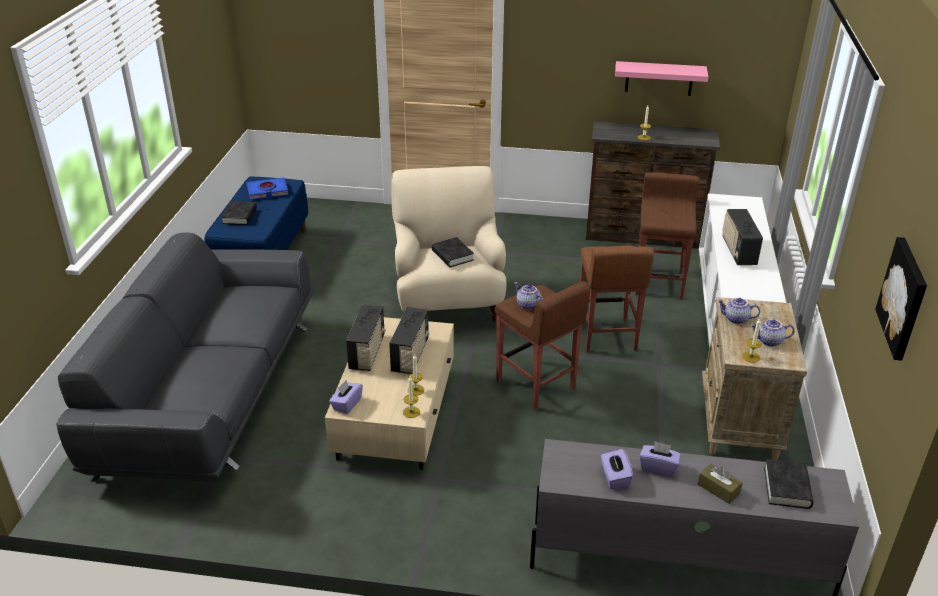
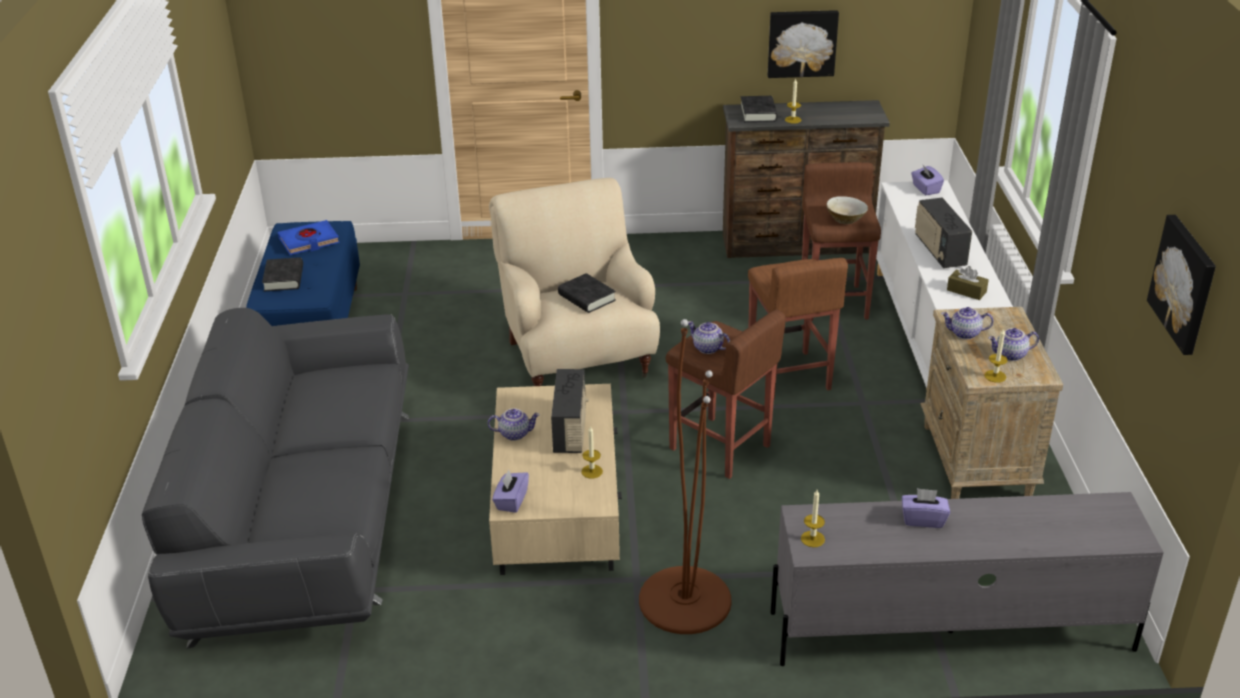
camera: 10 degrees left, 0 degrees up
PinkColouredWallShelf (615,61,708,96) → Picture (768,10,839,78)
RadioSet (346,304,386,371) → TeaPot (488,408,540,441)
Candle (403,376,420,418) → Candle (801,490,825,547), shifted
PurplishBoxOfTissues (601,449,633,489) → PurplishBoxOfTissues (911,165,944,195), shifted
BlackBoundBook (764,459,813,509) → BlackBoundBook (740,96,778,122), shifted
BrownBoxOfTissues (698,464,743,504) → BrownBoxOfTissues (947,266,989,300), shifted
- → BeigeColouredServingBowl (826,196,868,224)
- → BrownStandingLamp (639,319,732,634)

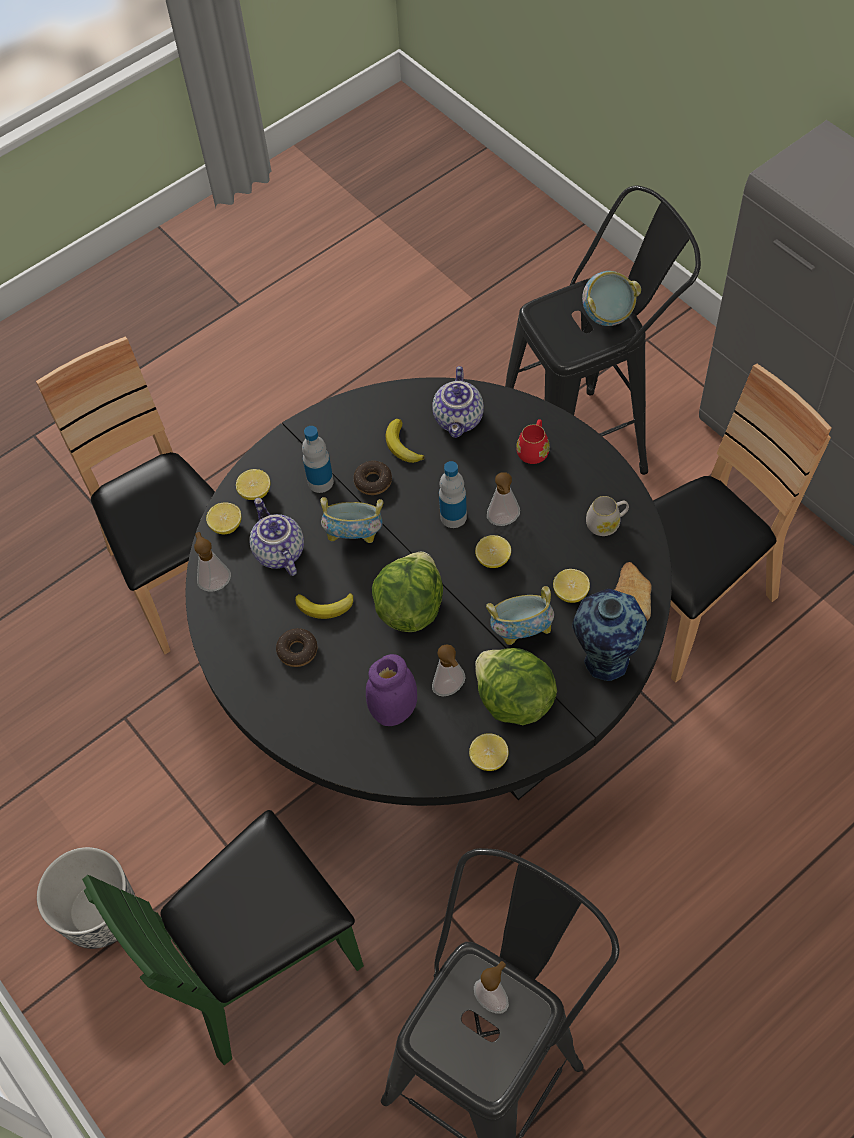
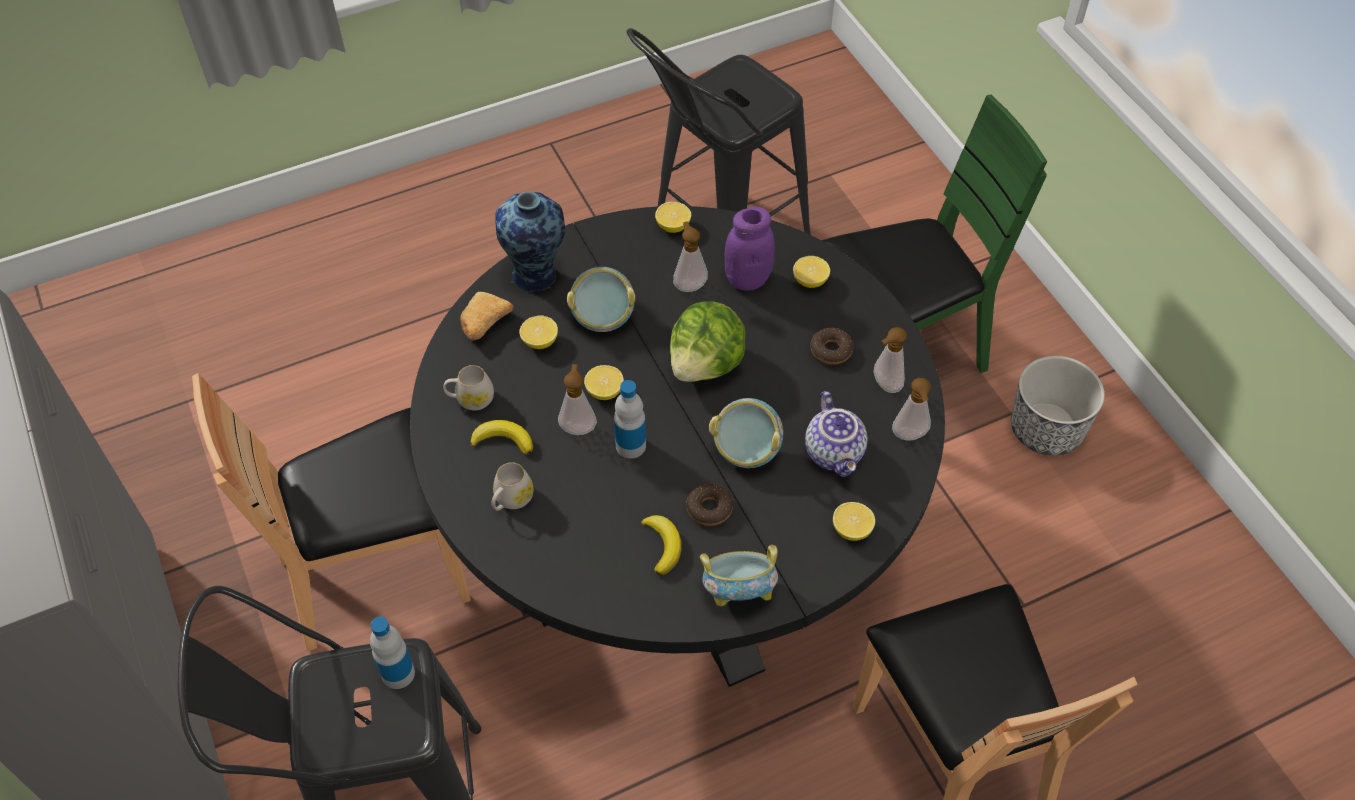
camera: 170 degrees left, 5 degrees down
ServingBowl (582,271,641,326) → ServingBowl (700,545,778,606), shifted
TeaPot (432,366,484,438) → -
RedCoffeeMug (516,419,550,464) → WhitishCoffeeMug (492,462,533,511)
BeverageBottle (302,426,334,493) → BeverageBottle (370,616,415,689), shifted
WholeLemon (206,502,241,535) → WholeLemon (793,256,830,288), shifted
WholeBanana (295,593,353,619) → WholeBanana (470,420,533,455), shifted
LettuceHead (475,648,557,725) → -
SoapBottle (474,961,509,1014) → SoapBottle (874,327,907,393), shifted

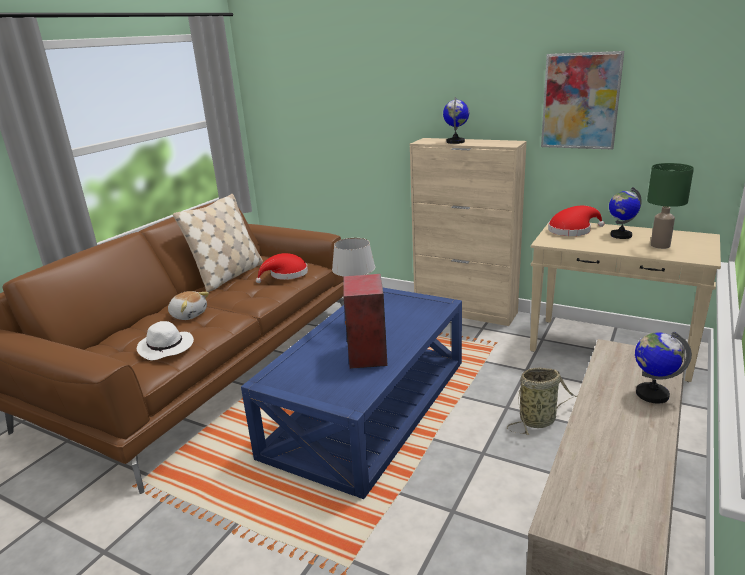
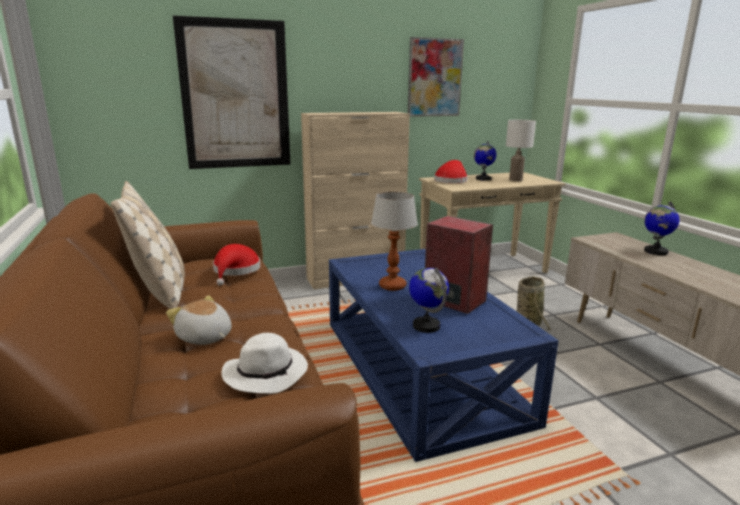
camera: 50 degrees left, 5 degrees down
Globe (443,97,469,144) → Globe (409,267,449,333), shifted
GreenLampForATable (647,163,694,249) → WhitishLampForATable (506,120,536,181)
PlushToy (168,291,209,320) → PlushToy (166,296,232,345), 120 degrees counterclockwise
- → Picture (173,15,290,169)

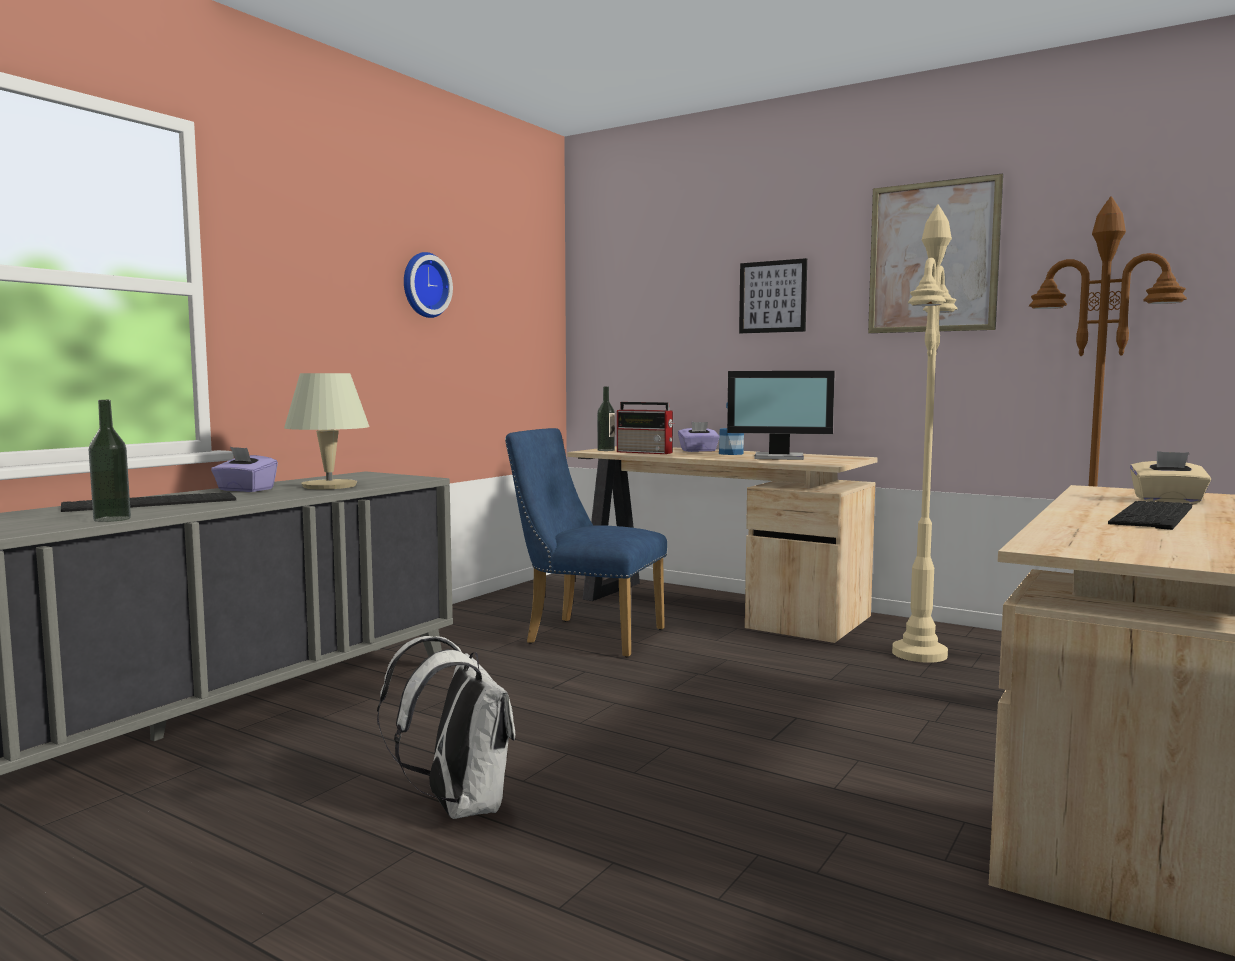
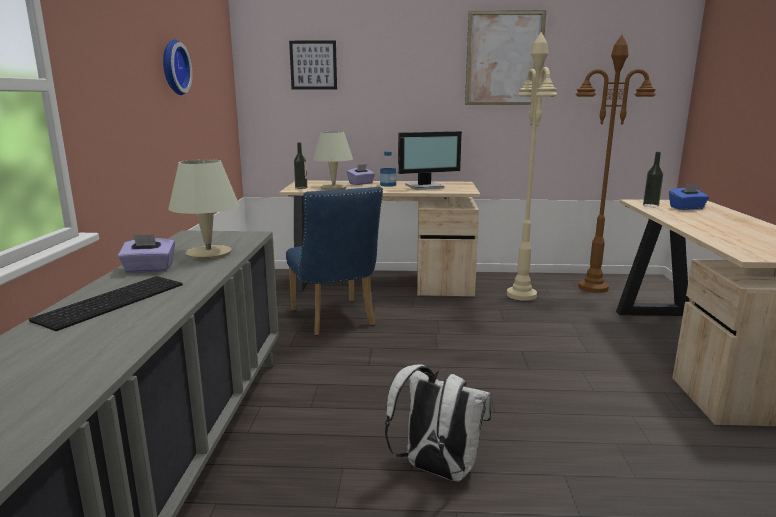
camera: 30 degrees left, 10 degrees up
Picture (739,258,807,333) → Picture (289,40,337,90), shifted
BeverageBottle (89,400,131,522) → BeverageBottle (643,152,663,207), shifted
RadioSet (617,402,674,454) → BeigeColouredLampForATable (313,131,353,190)
BluishUprightChair (505,428,667,657) → BluishUprightChair (286,187,383,336), 105 degrees counterclockwise
BeigeColouredBoxOfTissues (1130,451,1211,503) → BluishBoxOfTissues (669,184,709,210)
PcKeyboard (1108,501,1192,530) → -

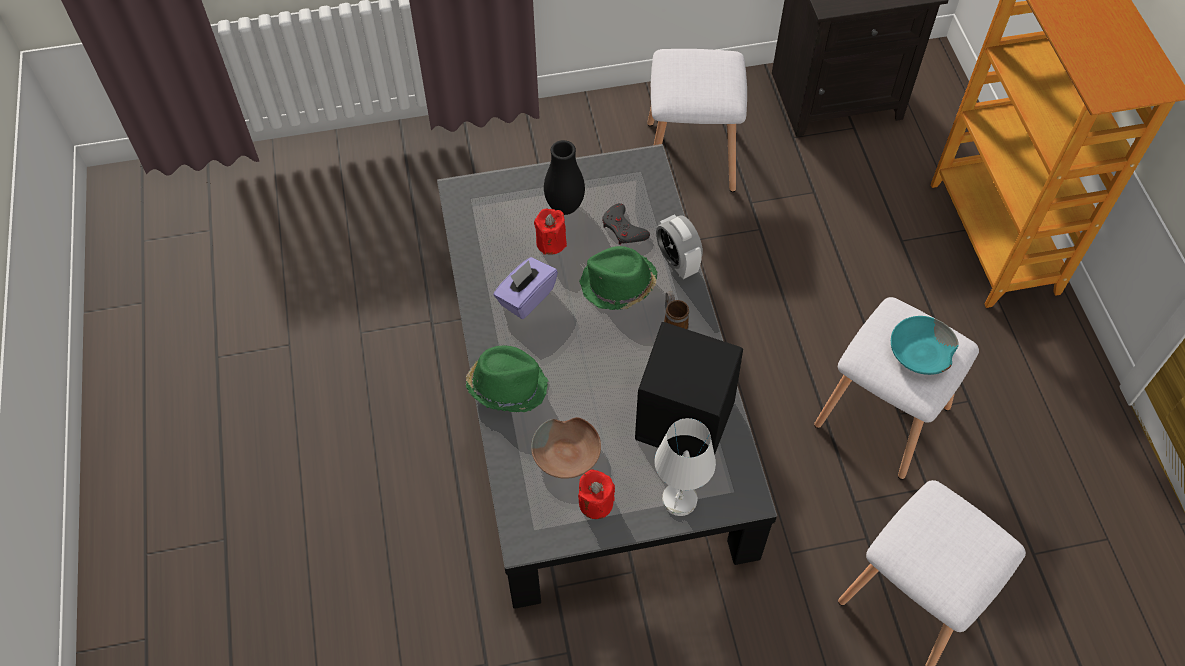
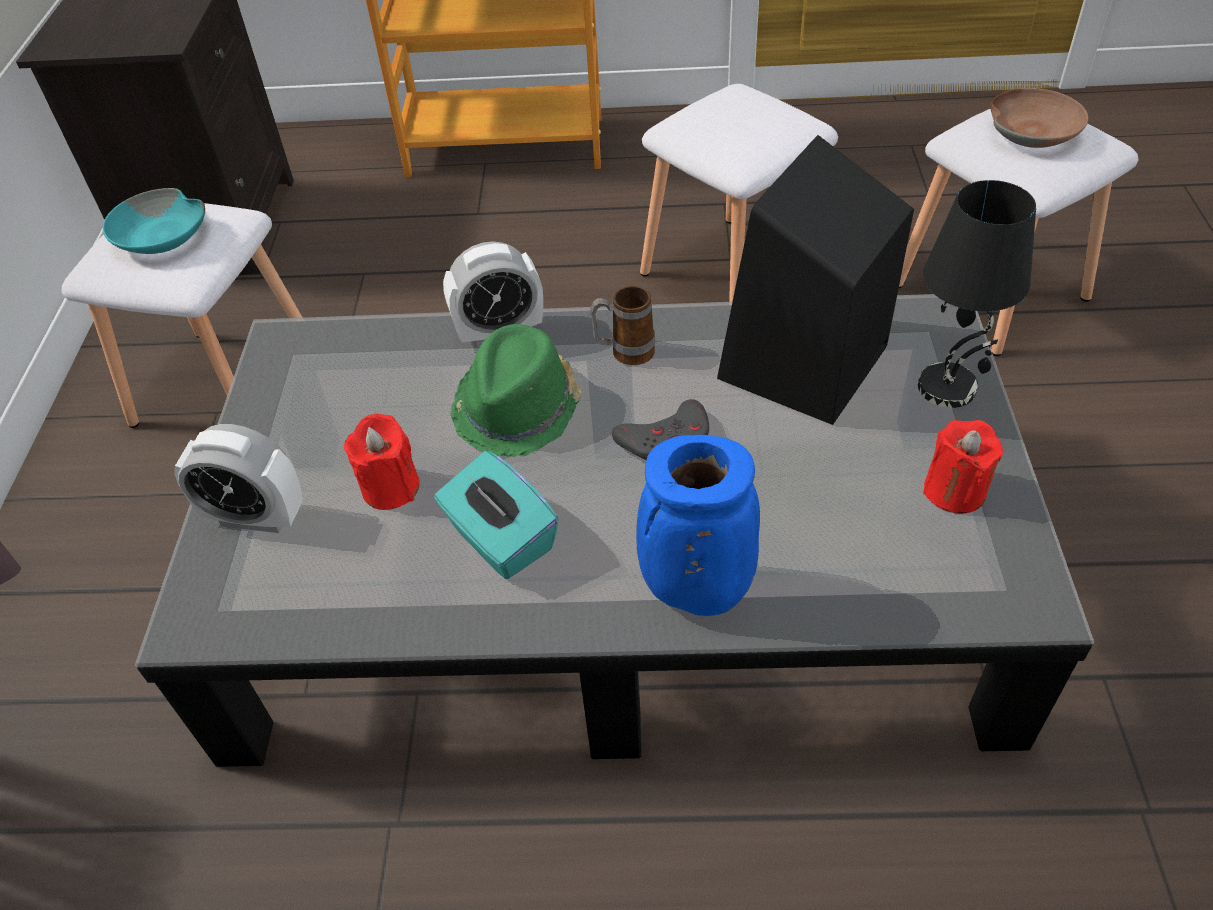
camera: 75 degrees left, 10 degrees down
BlackFlowerVase (544,140,585,215) → -
GreyishGamepad (602,203,650,245) → GreyishGamepad (612,399,709,460), shifted
PurplishBoxOfTissues (493,257,558,319) → TurquoiseColouredBoxOfTissues (434,451,559,579)
TurquoiseColouredServingBowl (891,316,959,375) → TurquoiseColouredServingBowl (103,188,205,254), shifted
GreenClothingHat (466,346,548,412) → BluishFlowerVase (636,435,760,616)
BrownServingBowl (531,417,601,479) → BrownServingBowl (990,88,1088,148), shifted
WhitishLampForATable (655,418,716,516) → BlackLampForATable (918,180,1036,408)
- → BedsideClock (174,424,303,533)

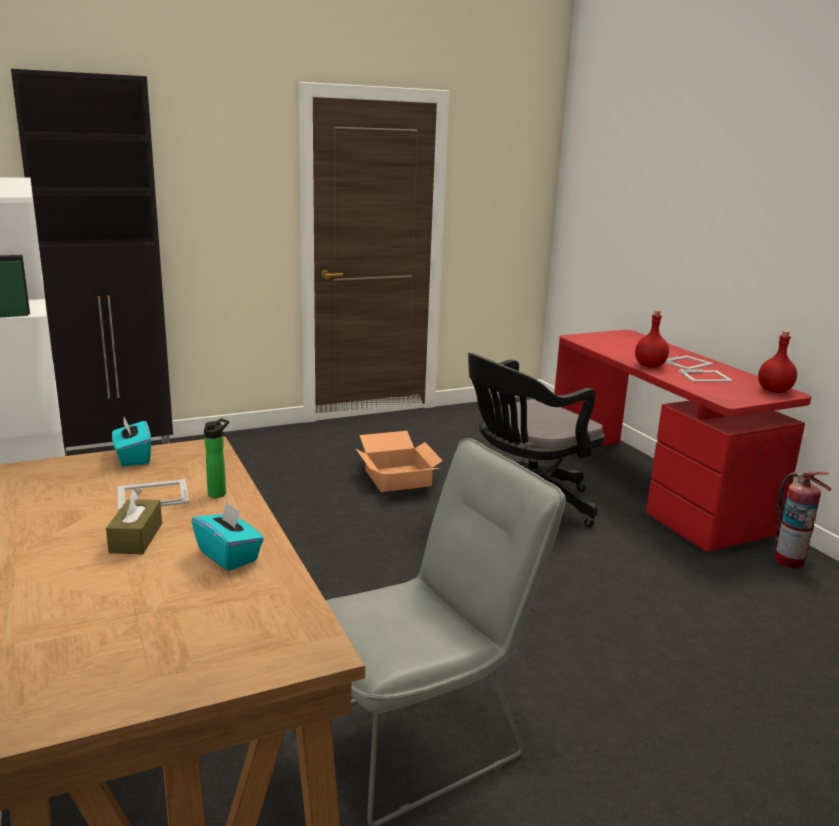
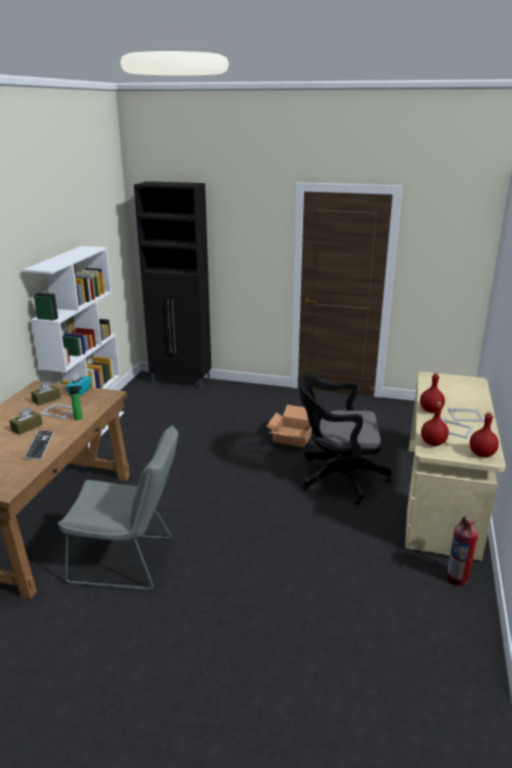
camera: 40 degrees right, 5 degrees up
RedDeskUnit (554,330,811,552) → BeigeColouredDeskUnit (405,372,506,561)
TurquoiseColouredBoxOfTissues (192,501,264,571) → PcKeyboard (24,430,54,460)
- → BrownBoxOfTissues (31,381,61,406)
- → RedBeverageBottle (421,402,449,446)

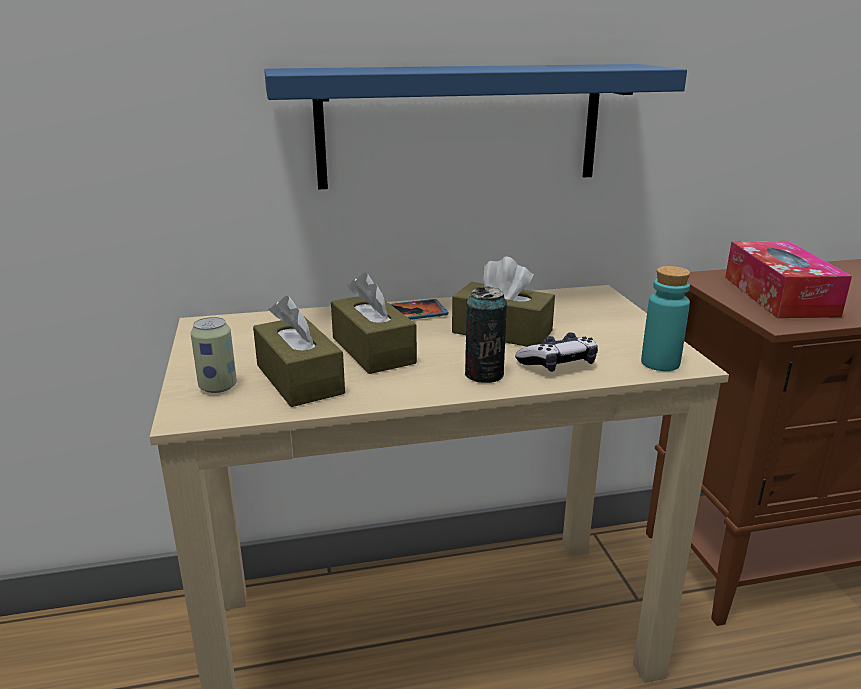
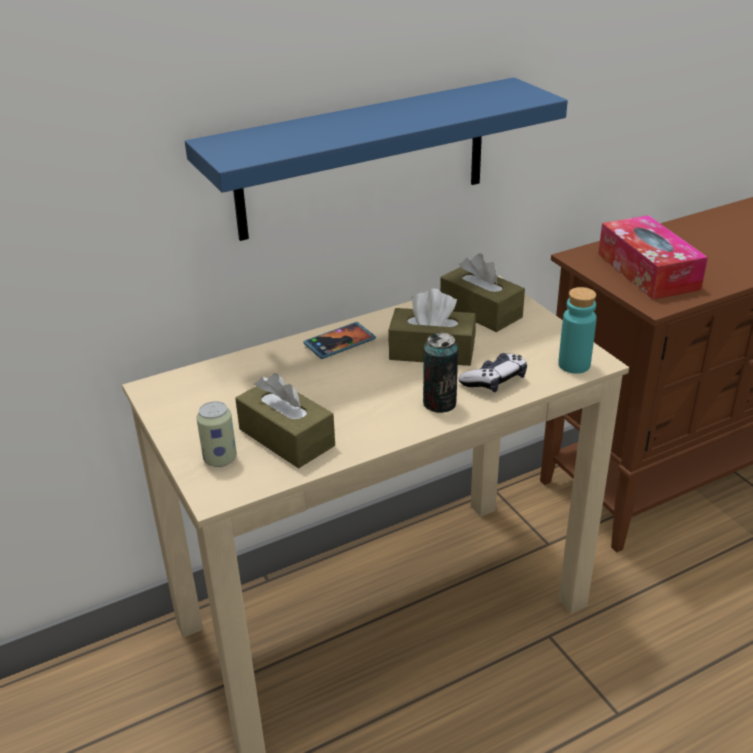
camera: 15 degrees left, 10 degrees up
BrownBoxOfTissues (331,273,417,374) → BrownBoxOfTissues (440,254,525,332), shifted

